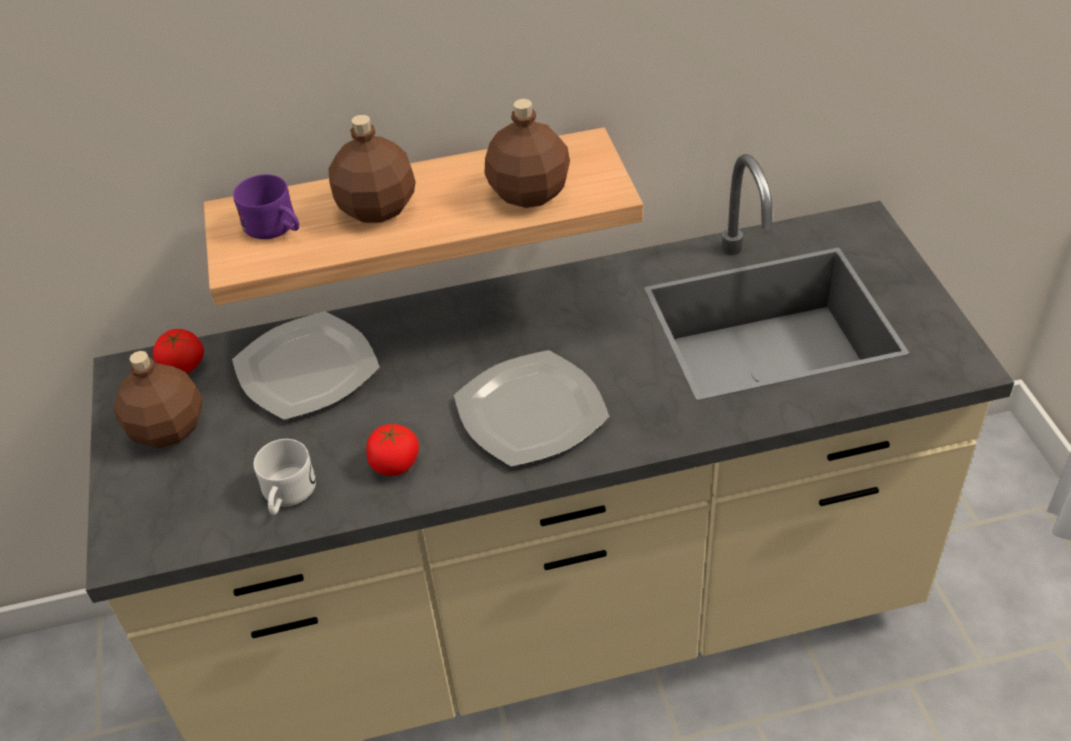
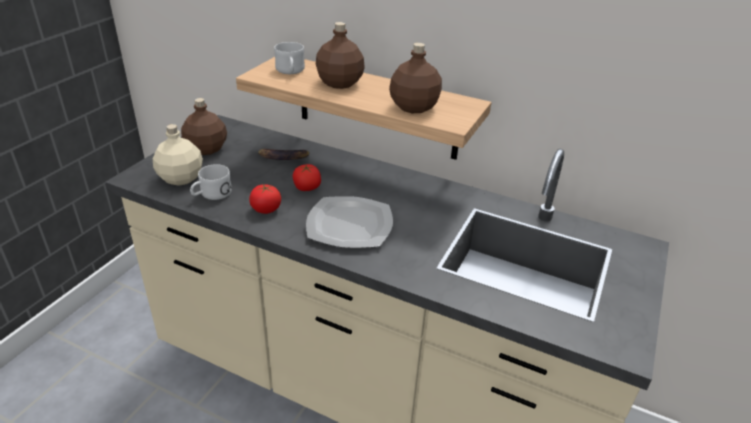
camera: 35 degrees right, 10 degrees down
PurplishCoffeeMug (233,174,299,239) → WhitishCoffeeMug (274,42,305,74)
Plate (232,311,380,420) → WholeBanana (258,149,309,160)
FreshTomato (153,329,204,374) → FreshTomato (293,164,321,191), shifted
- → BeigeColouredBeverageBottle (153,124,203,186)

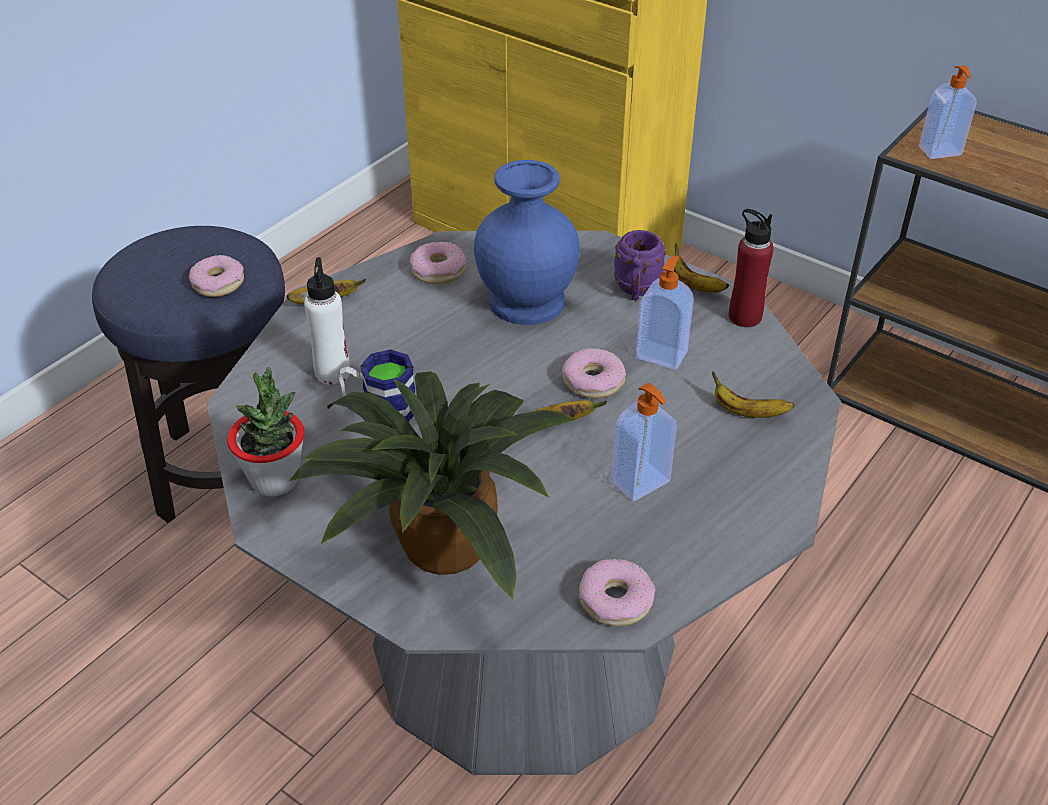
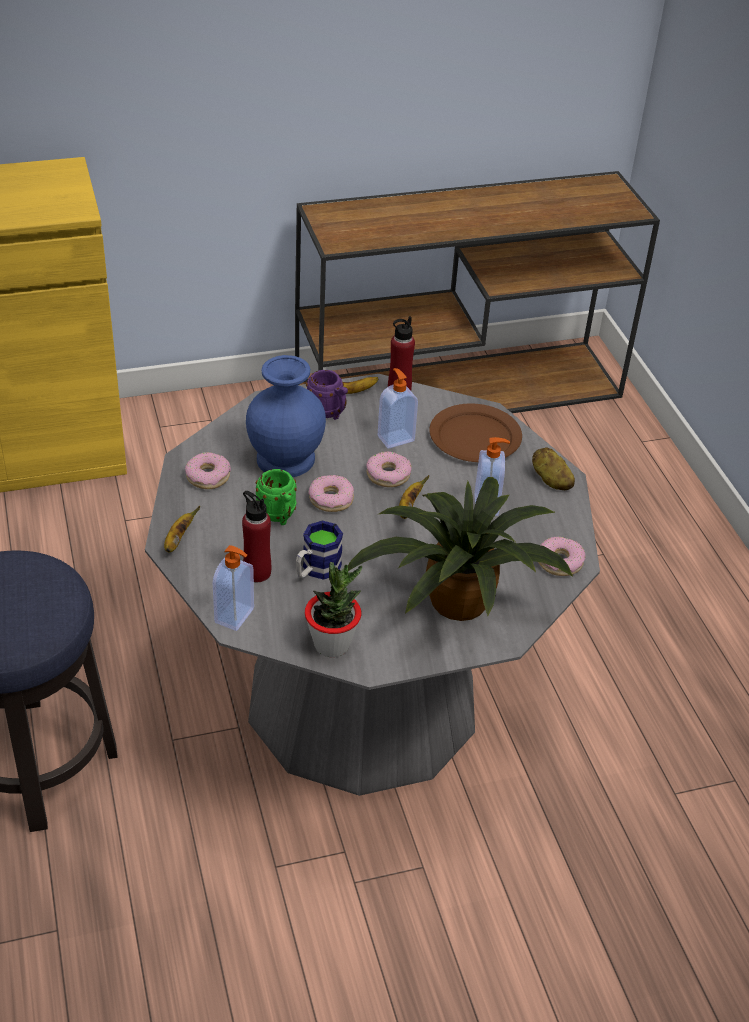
camera: 55 degrees left, 0 degrees up
SoapBottle (919,65,976,159) → SoapBottle (213,545,254,631), shifted
Donut (189,255,244,297) → Donut (308,475,354,512), shifted
WhitishBeverageBottle (304,257,350,385) → RedBeverageBottle (242,491,271,582)
WholeBanana (712,371,794,418) → BrownPlate (429,403,522,462)
- → Potato (532,448,575,490)
- → GreenCoffeeMug (256,469,297,525)

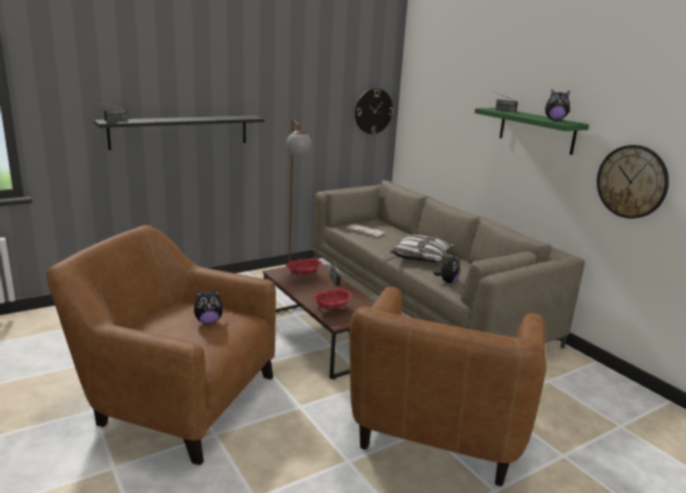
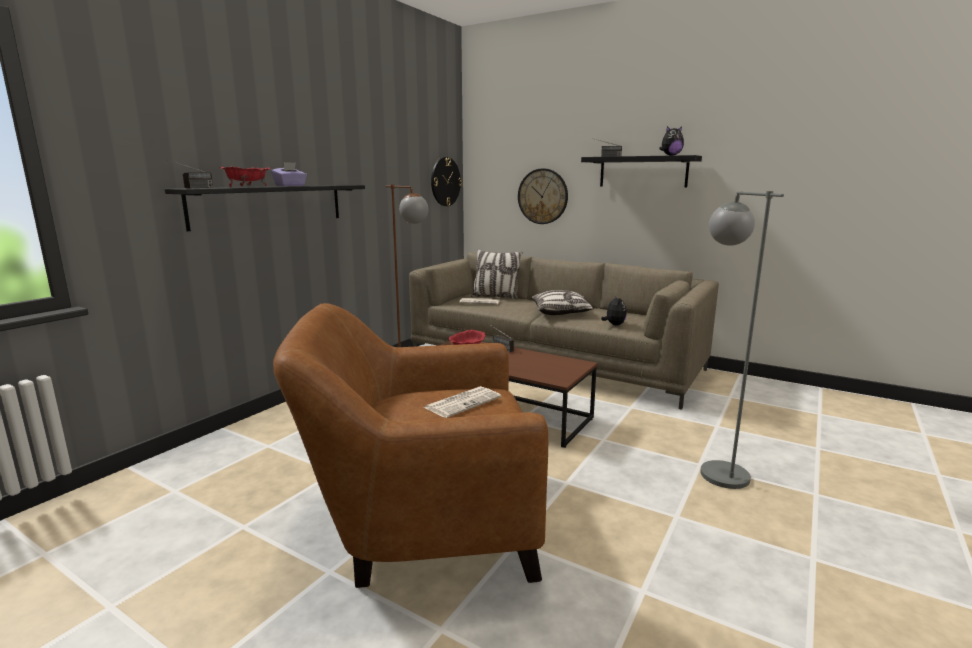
camera: 25 degrees left, 5 degrees down
GreenWallShelf (475,108,589,155) → BlackWallShelf (581,155,702,188)
HangingClock (597,145,669,219) → HangingClock (518,168,568,224), shifted
BrownEasyChair (349,287,546,486) → GreyishStandingLamp (700,191,784,489)
RedServingBowl (312,288,353,314) → RedServingBowl (220,167,270,187), shifted
PlushToy (194,290,225,324) → Newspaper (423,386,501,418)
- → PurplishBoxOfTissues (271,162,307,186)
- → ThrowPillow (471,249,523,299)

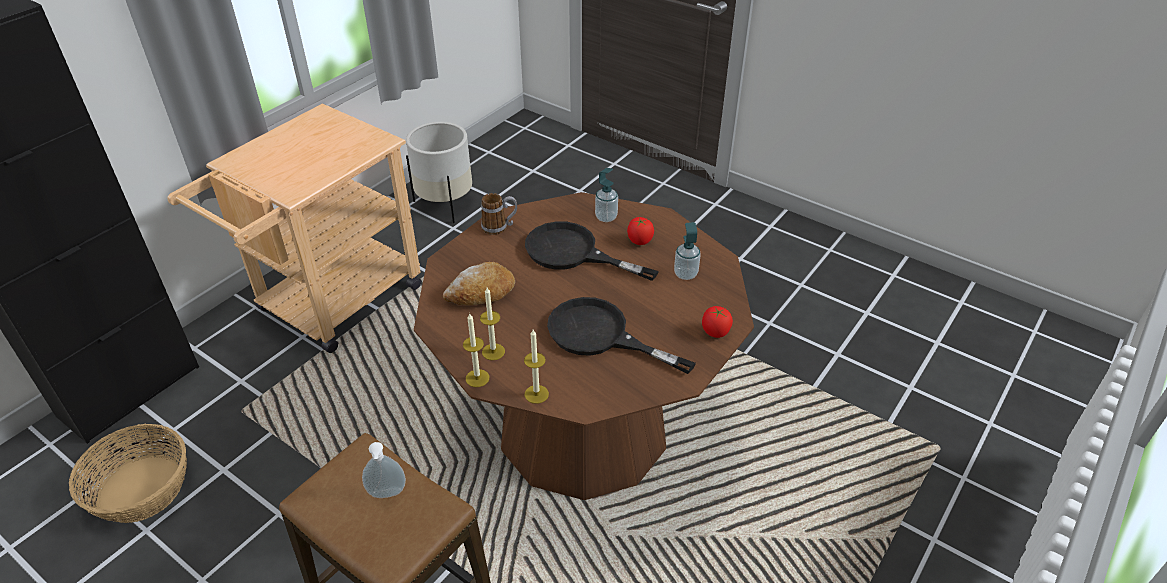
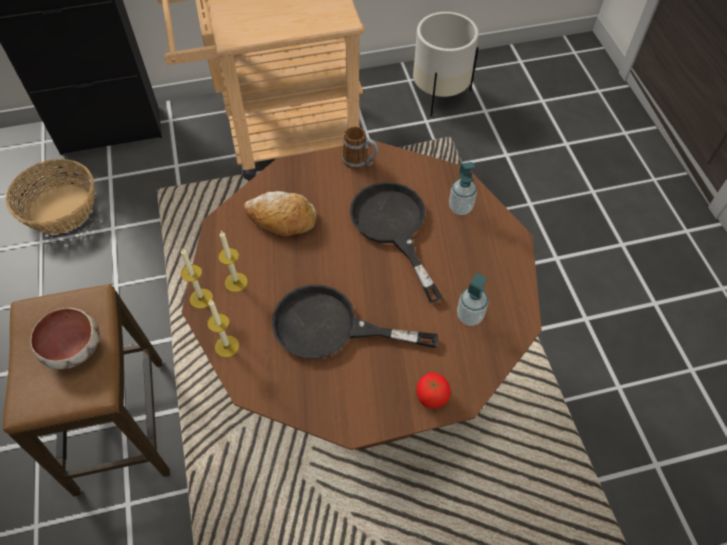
camera: 40 degrees right, 15 degrees up
FreshTomato (627,217,654,245) → -
BlackSkillet (547,297,696,374) → BlackSkillet (272,285,438,359), 60 degrees counterclockwise
SoapBottle (362,442,406,498) → ServingBowl (30,308,100,369)

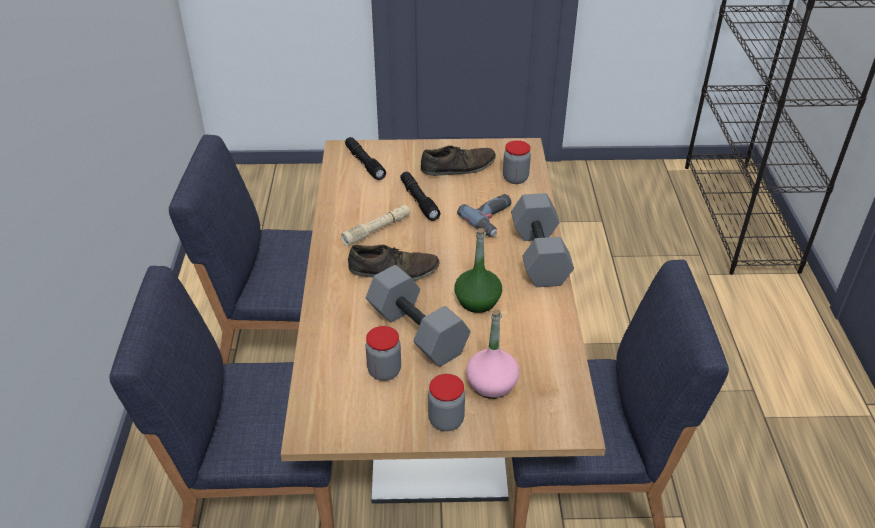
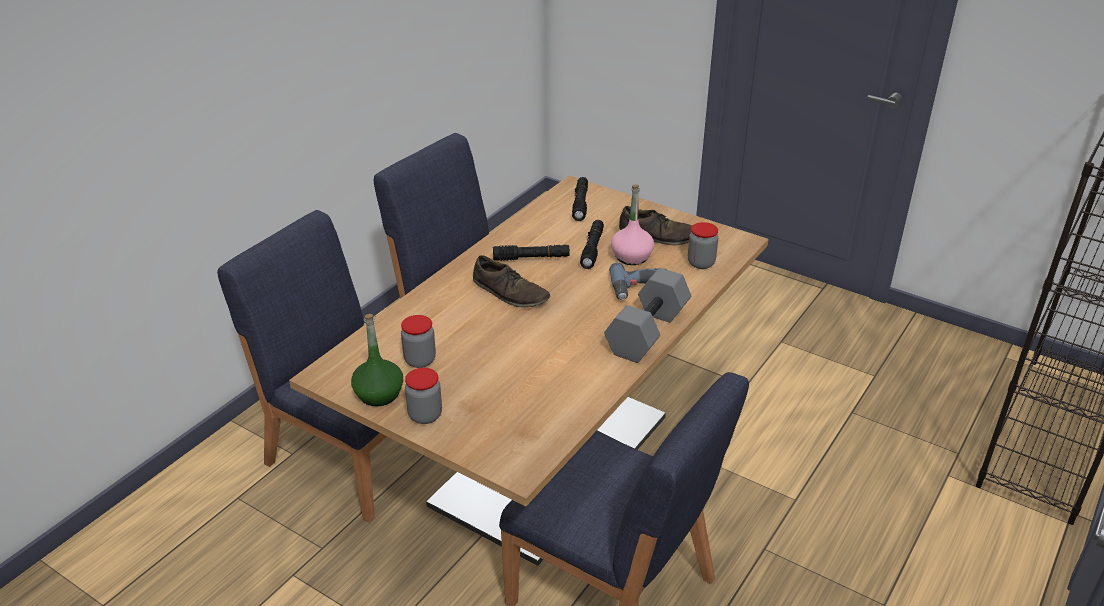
camera: 35 degrees right, 5 degrees down
BeigeColouredTorch (341,205,410,246) → BlackTorch (493,245,570,261)
GreenBeverageBottle (454,228,502,313) → GreenBeverageBottle (351,314,403,406), shifted
GreyishFreeWeight (366,265,471,367) → -
PinkColouredBeverageBottle (466,309,519,399) → PinkColouredBeverageBottle (611,184,654,265), shifted

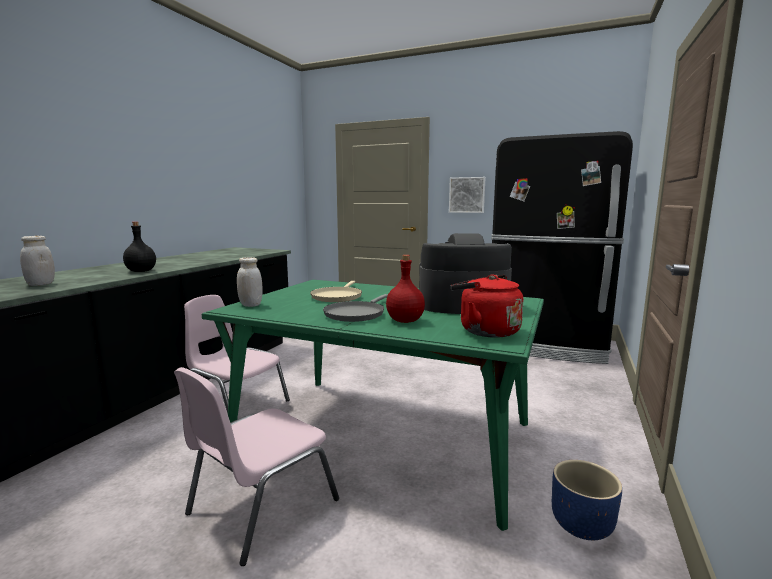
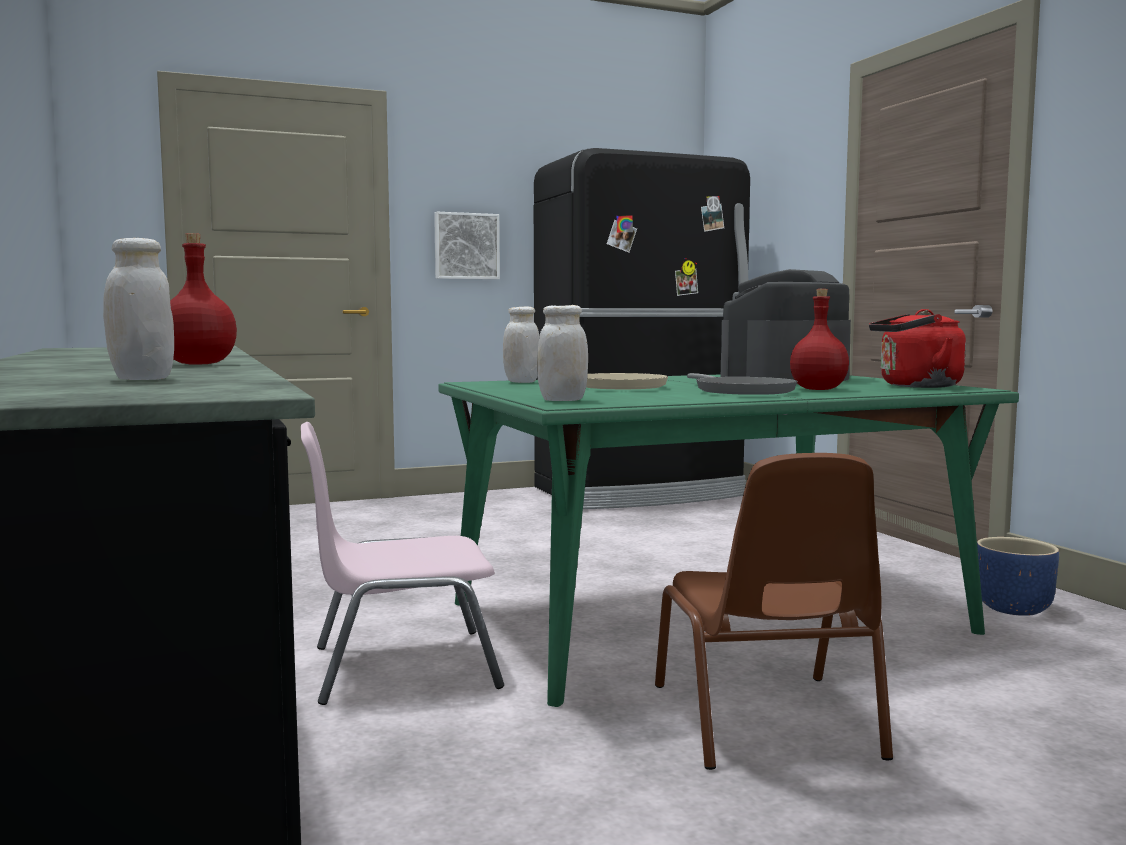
camera: 45 degrees left, 5 degrees down
BlackBeverageBottle (123,222,156,272) → RedBeverageBottle (170,233,237,365)
PinkColouredUprightChair (174,367,339,566) → BrownUprightChair (655,453,893,770)
- → WhitishJar (503,307,539,383)

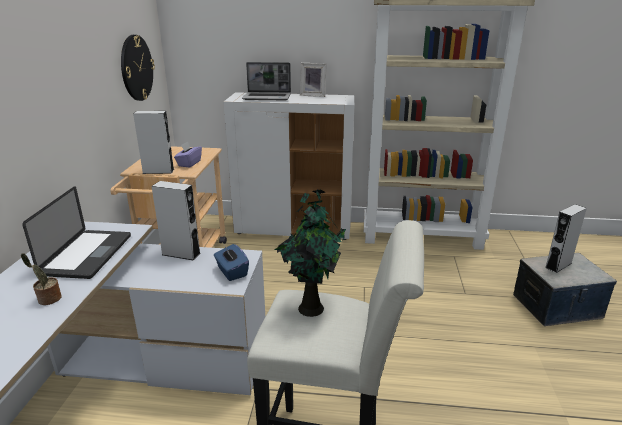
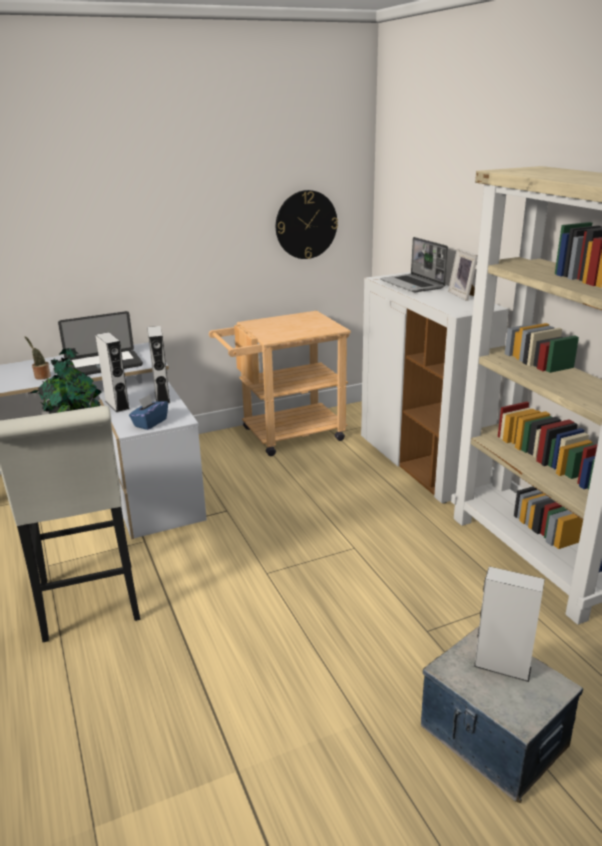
camera: 60 degrees right, 0 degrees up
GreyishLoudspeaker (133,111,174,174) → GreyishLoudspeaker (95,332,129,413), shifted
PurplishBoxOfTissues (174,141,202,168) → -

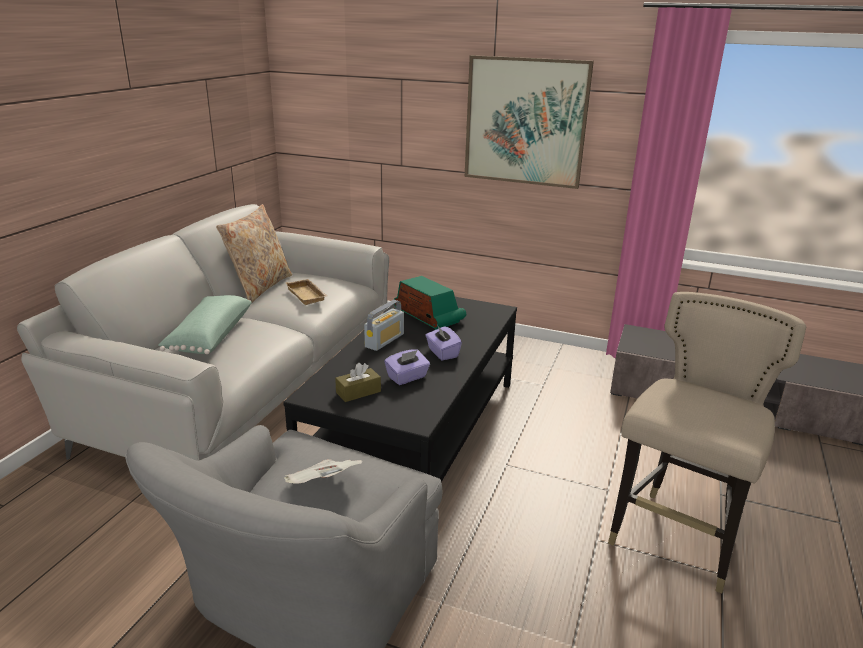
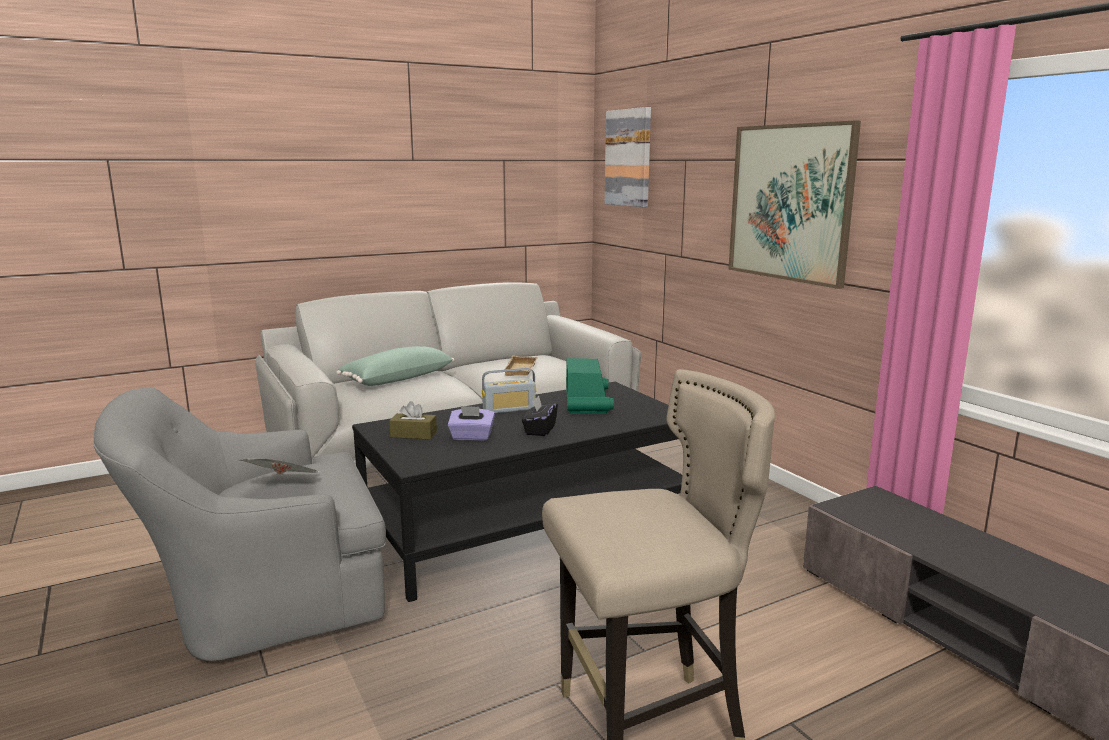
camera: 40 degrees right, 10 degrees down
BeigeColouredThrowPillow (216,204,292,302) → -
PurplishBoxOfTissues (425,325,462,360) → BlackBoxOfTissues (522,396,558,436)
- → Picture (605,107,651,207)

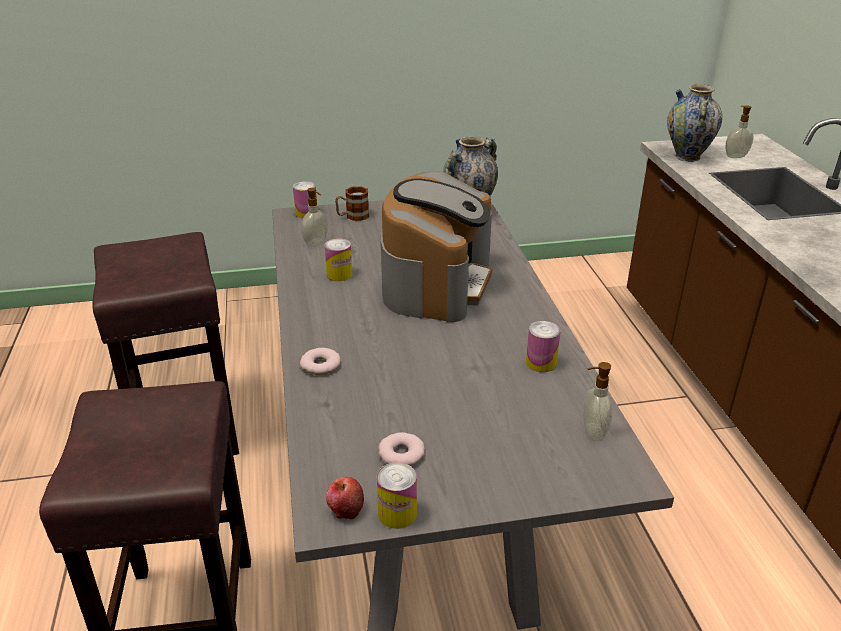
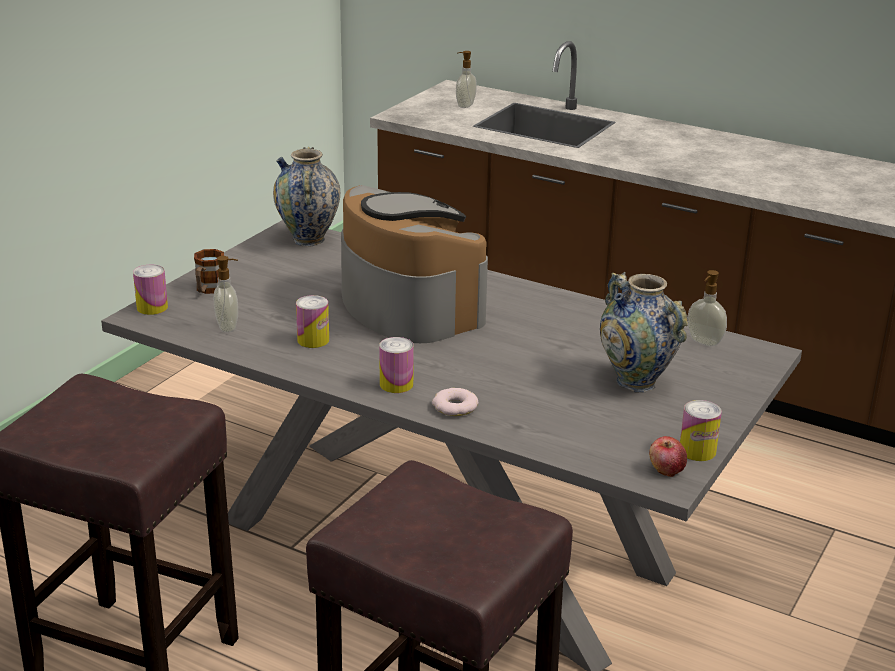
camera: 50 degrees left, 5 degrees down
FlowerVase (667,84,723,162) → FlowerVase (600,272,688,392), shifted
SealedCan (526,321,560,372) → SealedCan (379,337,414,393), shifted
Donut (379,432,425,466) → -

